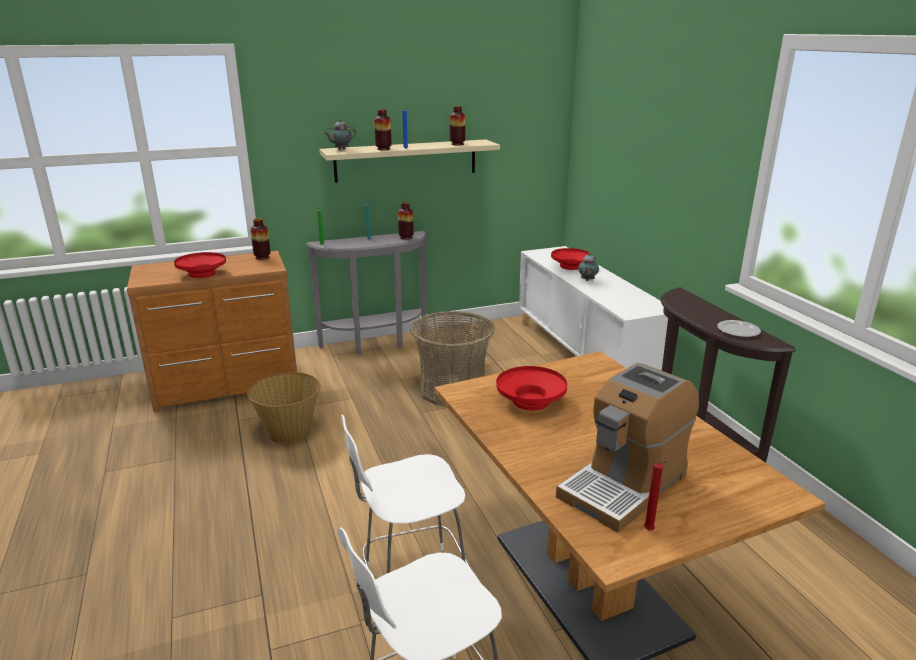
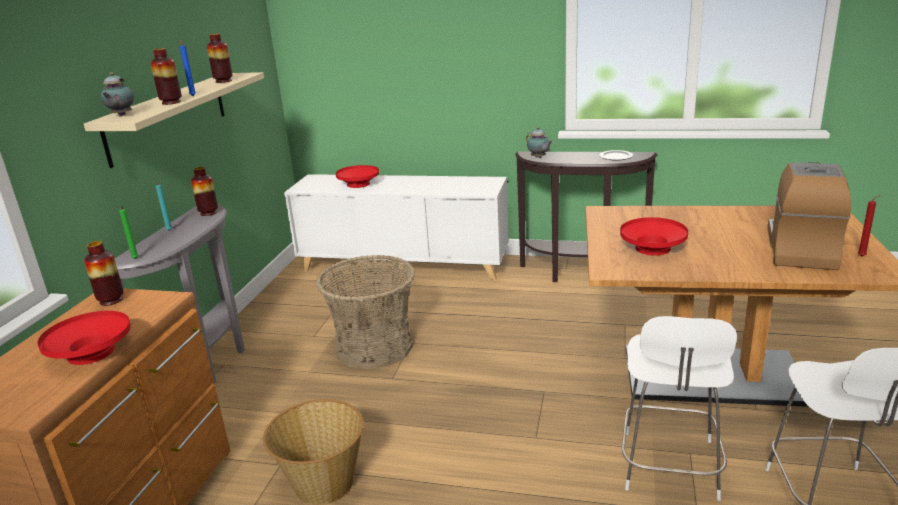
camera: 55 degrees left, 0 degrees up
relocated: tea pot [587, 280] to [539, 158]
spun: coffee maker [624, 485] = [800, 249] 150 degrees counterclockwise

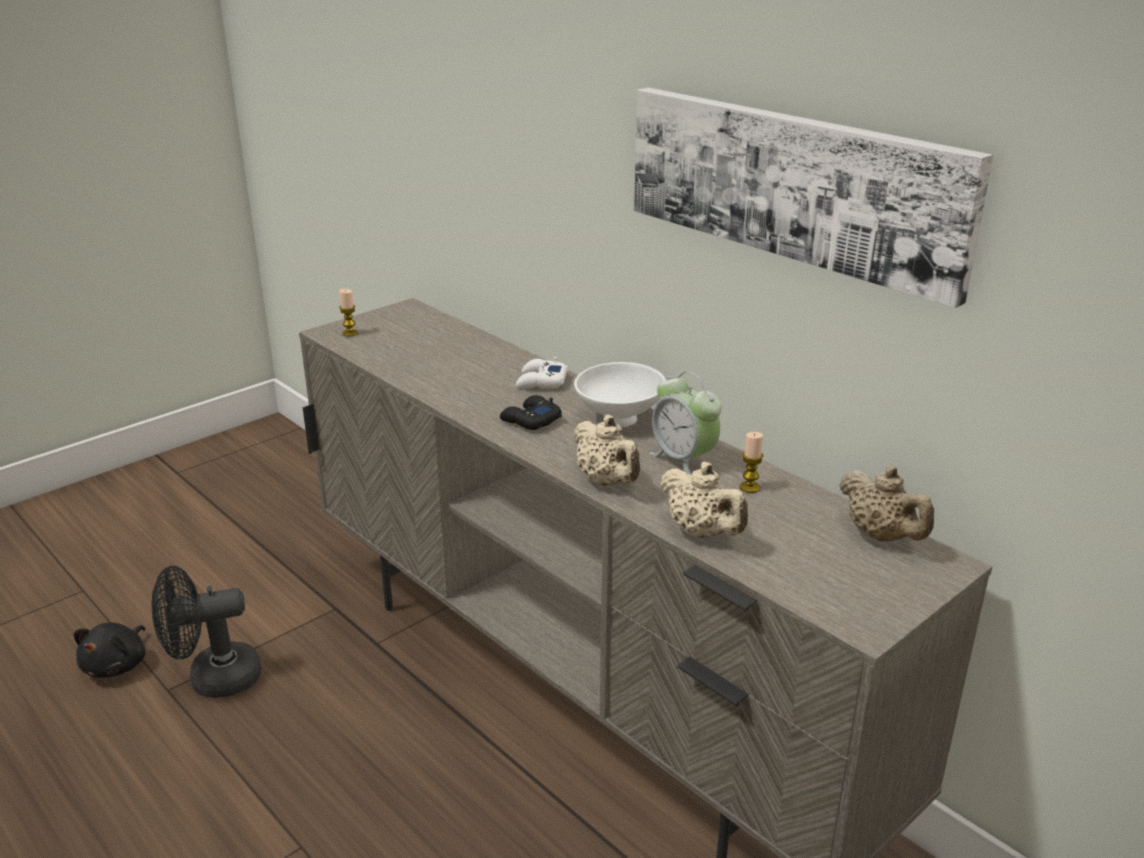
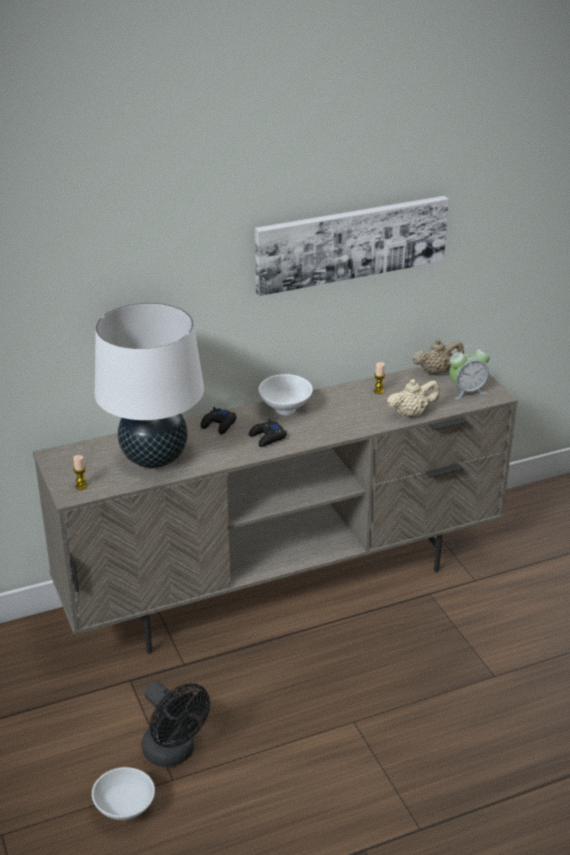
camera: 70 degrees left, 5 degrees up
missing: beige-coloured tea pot [607, 481]
appeared: whitish table lamp [154, 458]
relocated: table clock [683, 460] to [467, 391]
exchanged: black-coloured cuddly toy [117, 665] to whitish serving bowl [125, 809]
colour: whitish gamepad [541, 382] to black-coloured gamepad [219, 425]
spun: black-coloured electric fan [213, 679] = [174, 753] 45 degrees counterclockwise

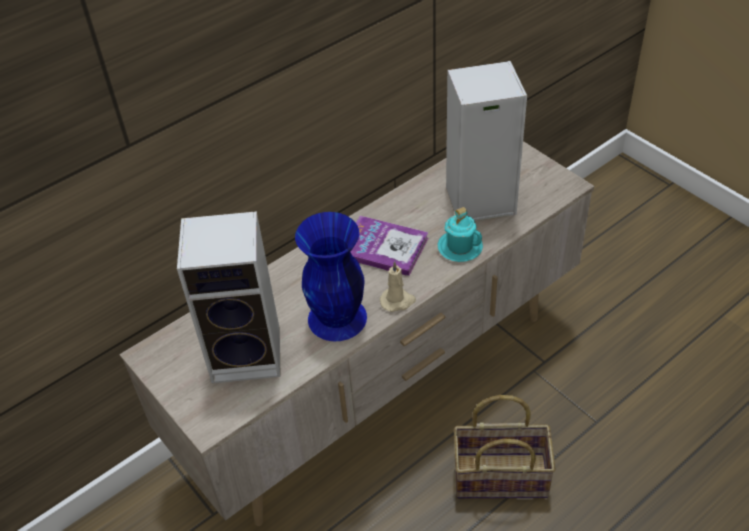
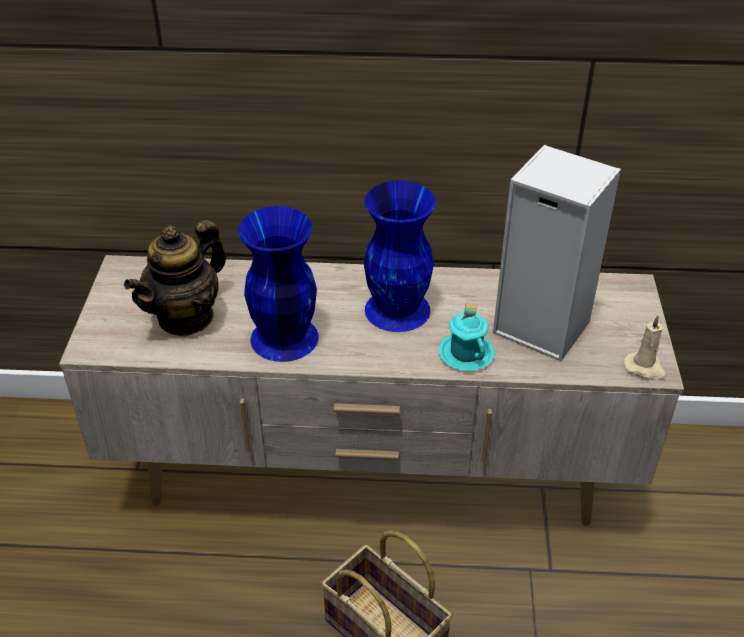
camera: 40 degrees right, 5 degrees down
relocated: beige-coloured wax candle [398, 301] to [645, 368]
exchanged: speaker [249, 353] to tea pot [186, 317]; book [384, 247] to blue-coloured vase [398, 309]

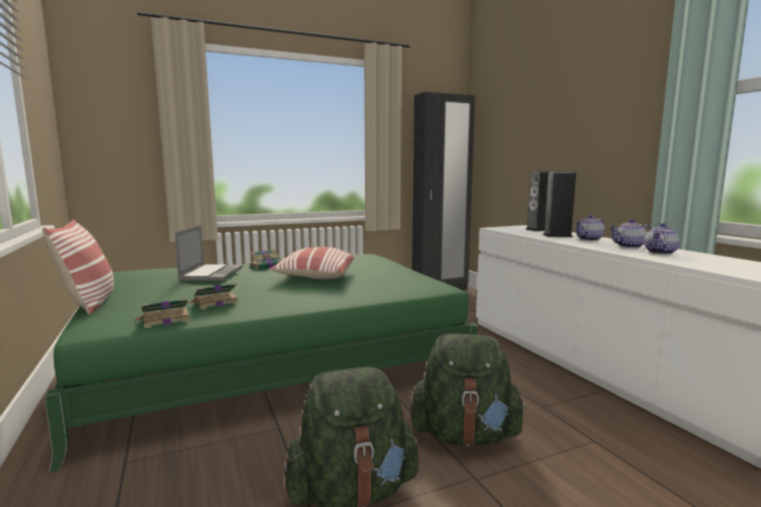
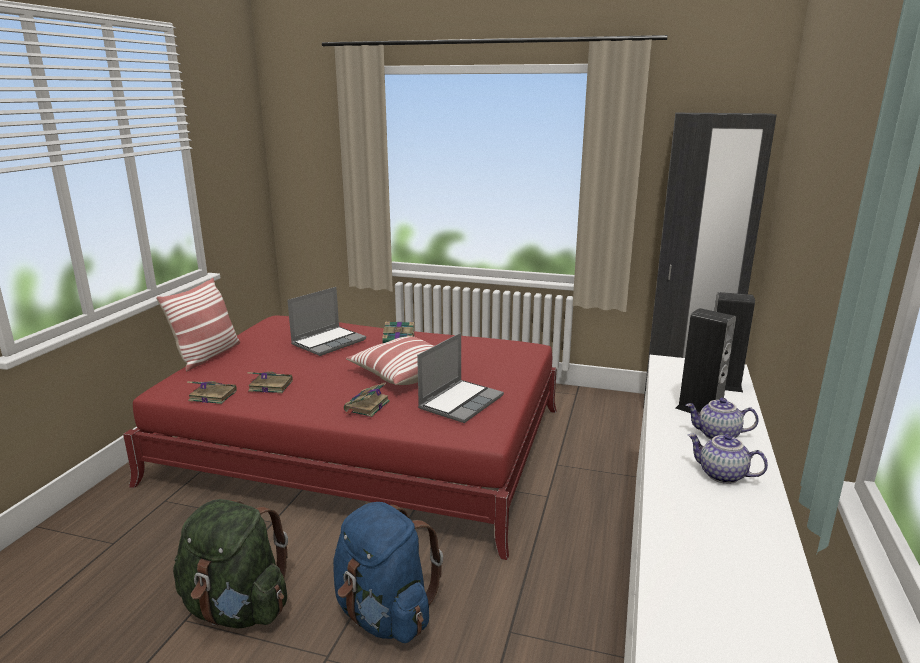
camera: 40 degrees right, 10 degrees up
missing: tea pot [661, 253]
appeared: book [366, 406]; notebook computer [460, 402]
colour: green-coloured sleeping bed [274, 358] to reddish sleeping bed [365, 445]; green-coloured rucksack [465, 436] to blue-coloured rucksack [384, 614]

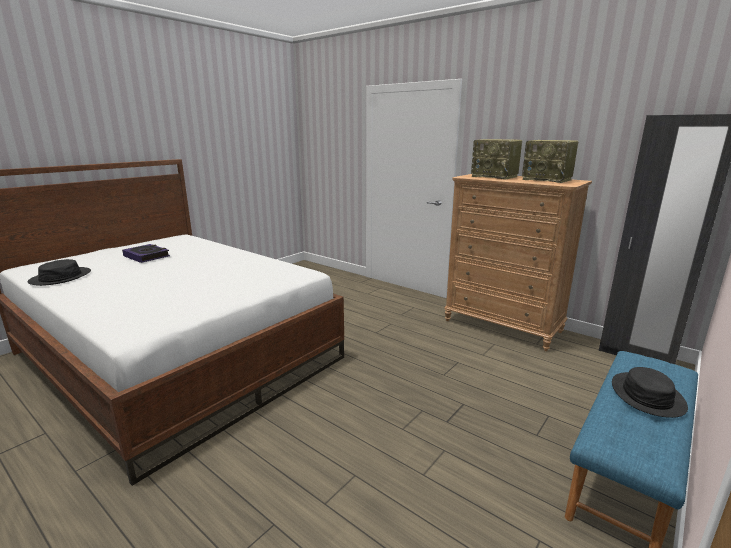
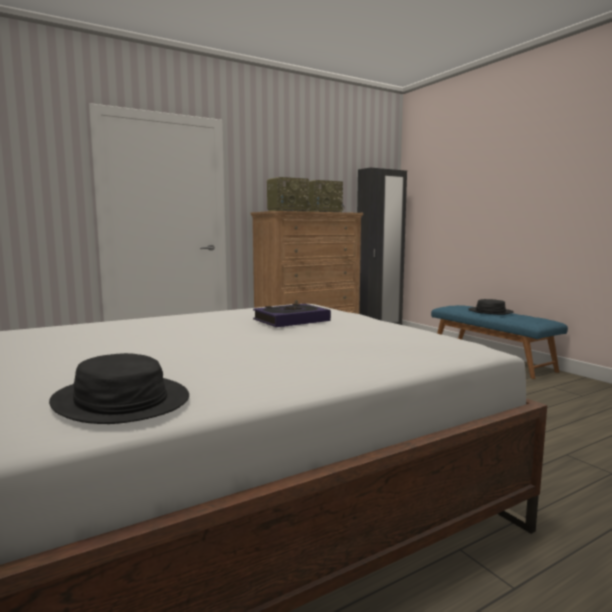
camera: 70 degrees left, 10 degrees down
relocated: book [146, 256] to [291, 320]

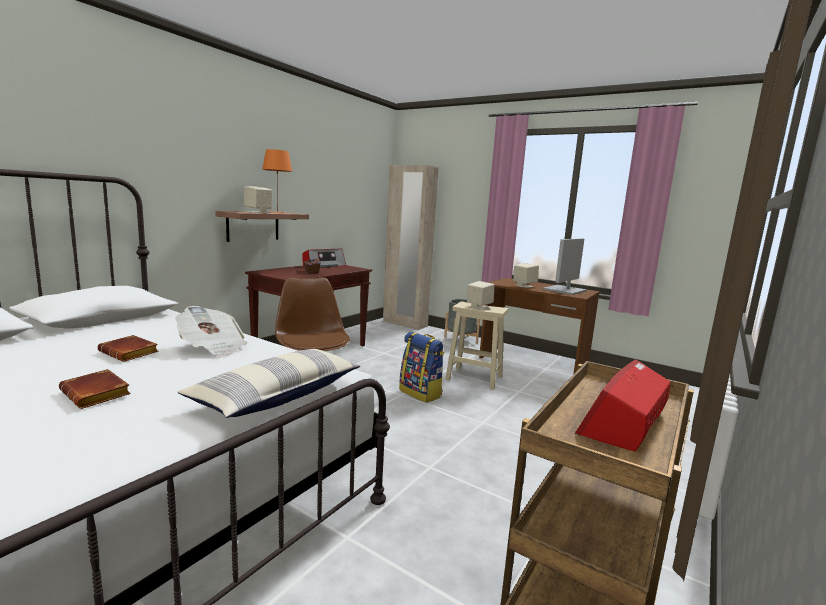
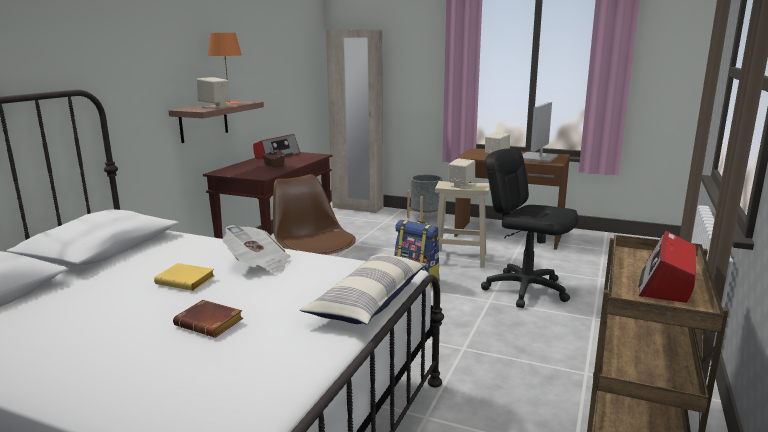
camera: 10 degrees left, 5 degrees up
appeared: black-coloured office chair [525, 289]
colour: brownish book [131, 353] to yellow book [187, 281]

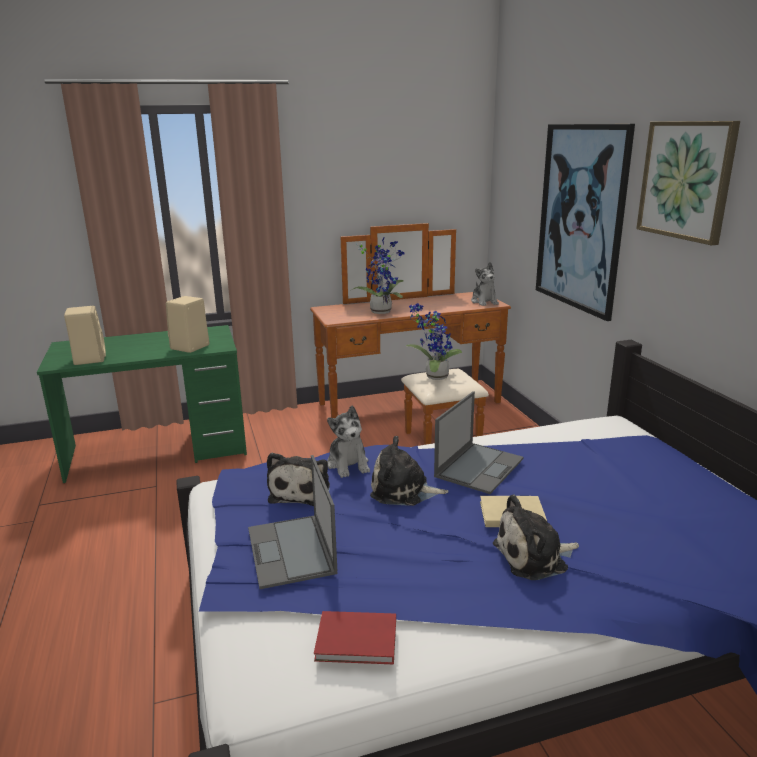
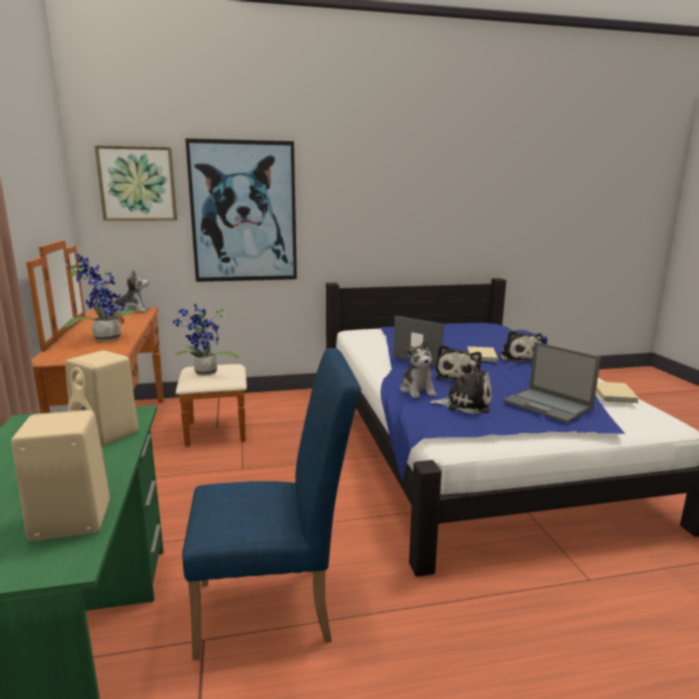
camera: 85 degrees left, 5 degrees down
appeared: blue-coloured upright chair [276, 608]
relocated: wall picture [686, 180] to [137, 184]
colour: reddish book [358, 641] to beige-coloured book [614, 394]
spun: notebook computer [291, 551] = [548, 405] 60 degrees clockwise; cuddly toy [348, 464] = [417, 390] 90 degrees clockwise

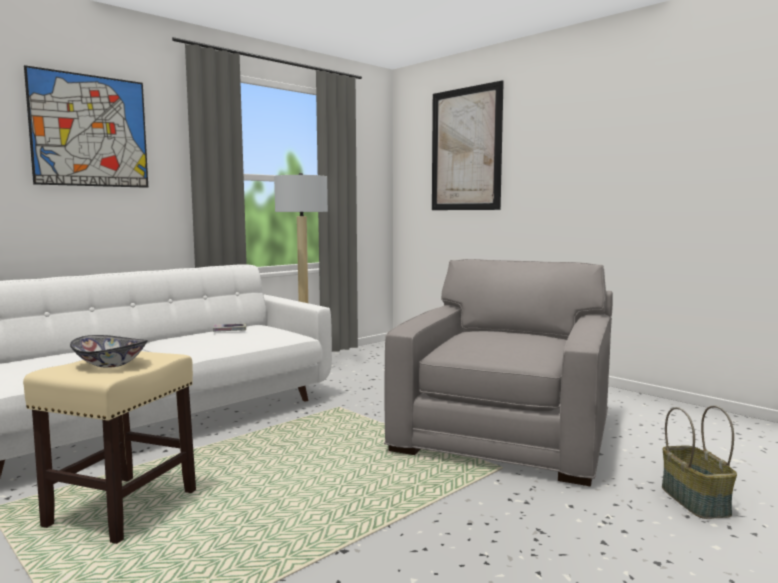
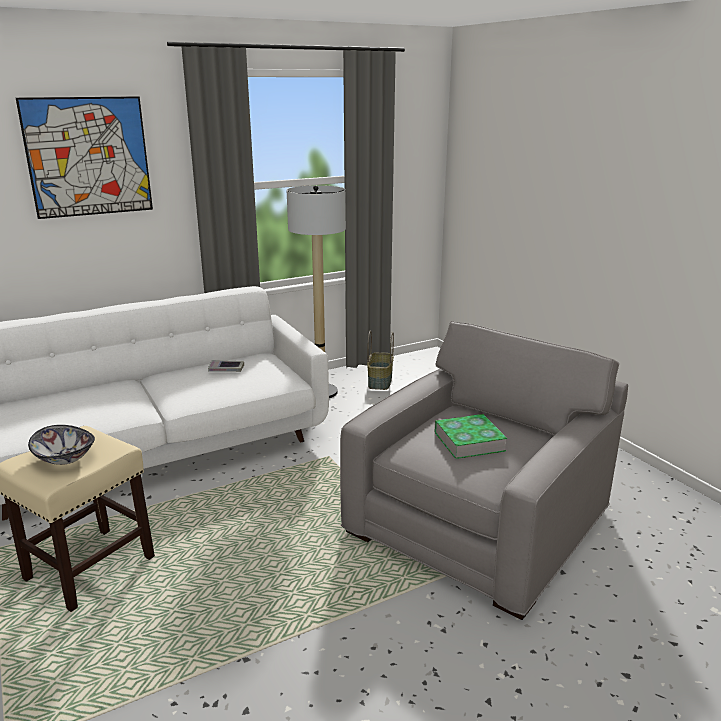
camera: 15 degrees right, 15 degrees up
missing: wall picture [465, 149]
appeared: book [469, 441]
relocated: storage basket [696, 501] to [380, 381]

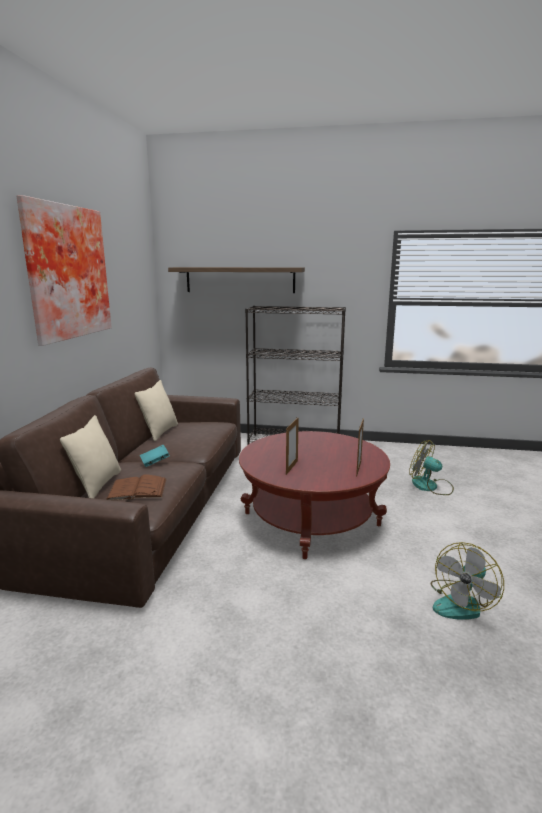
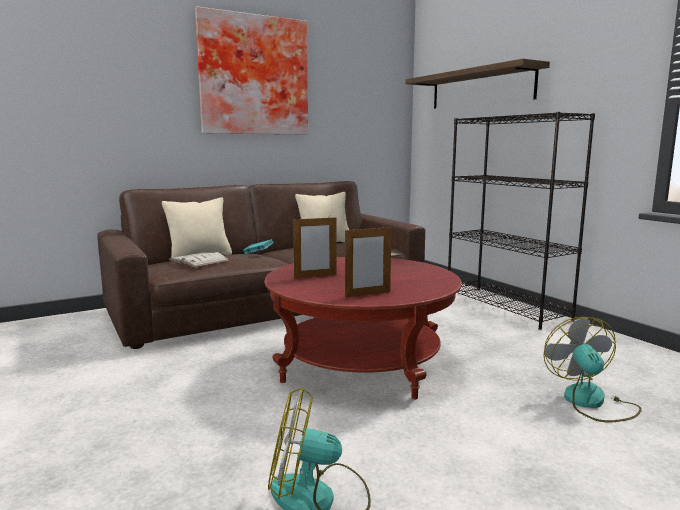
camera: 50 degrees right, 5 degrees down
colour: brownish book [137, 489] to whitish book [198, 260]

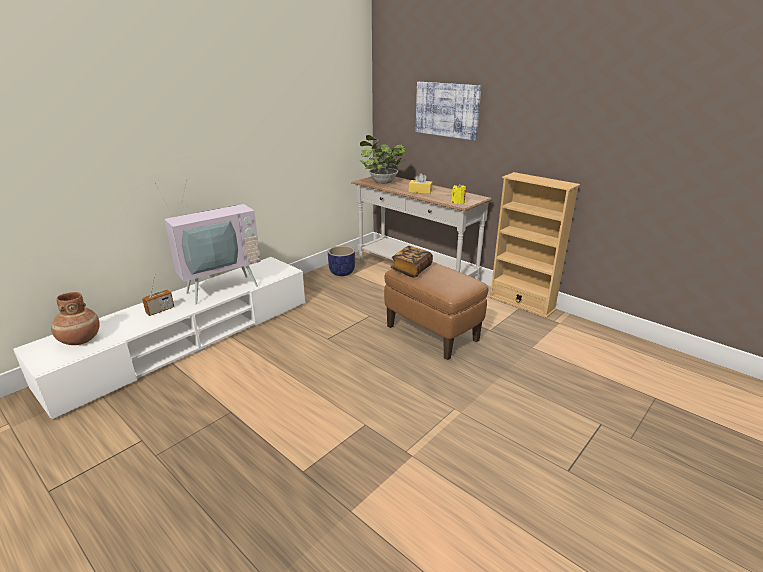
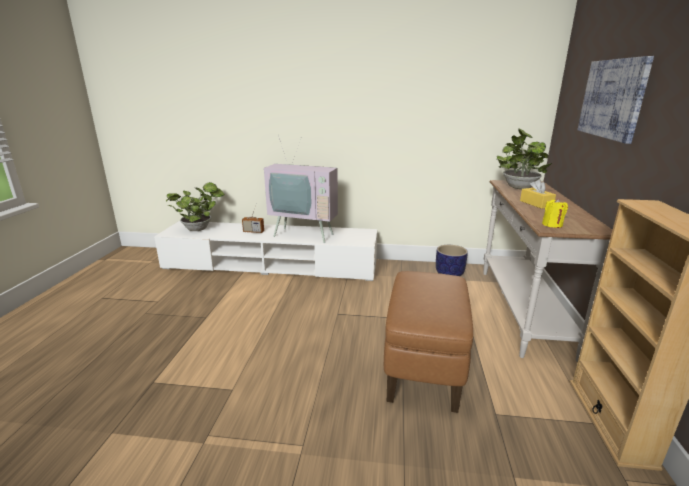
camera: 55 degrees right, 5 degrees down
missing: book [411, 269]
exchanged: brownish vase [80, 340] to potted plant [199, 229]

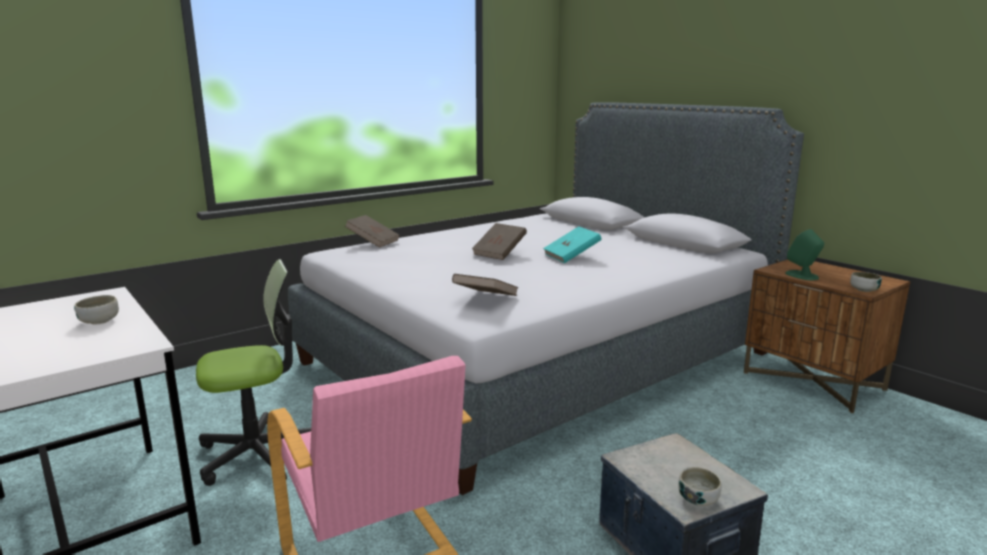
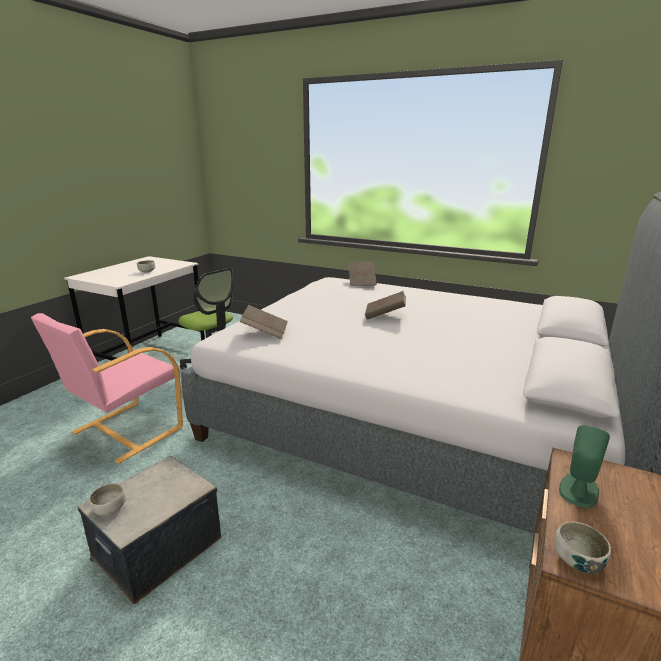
camera: 65 degrees right, 5 degrees up
missing: blue-green book [571, 256]

